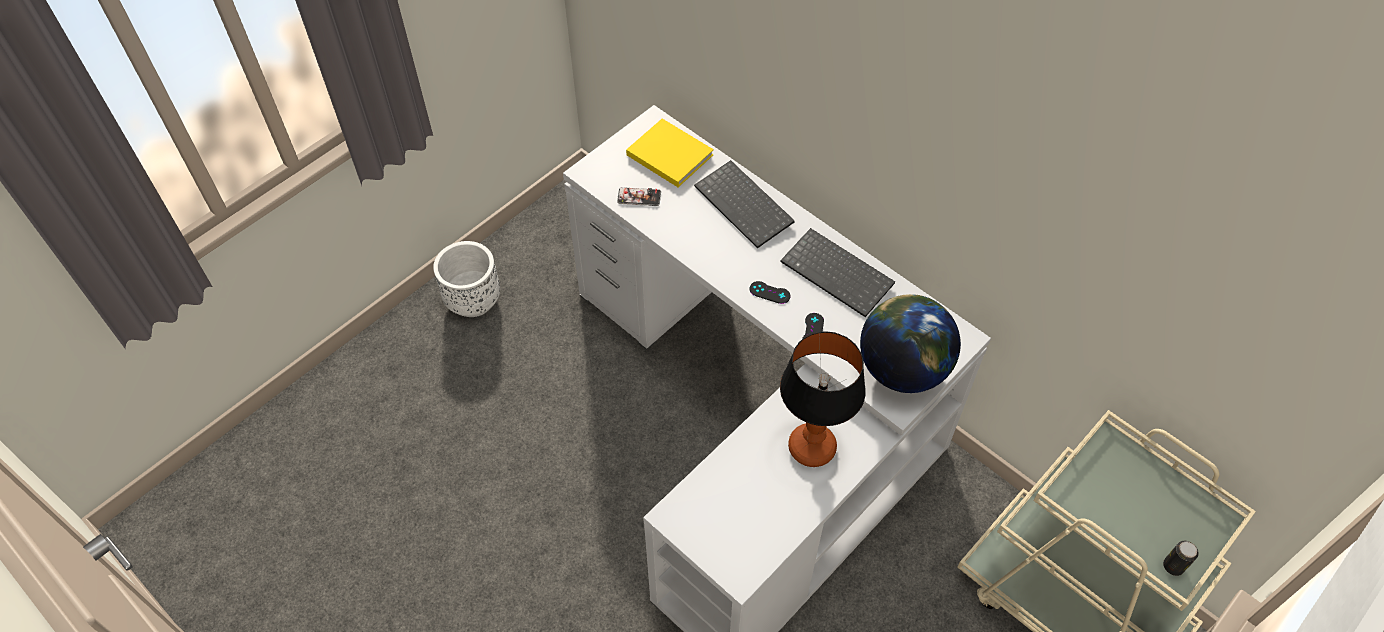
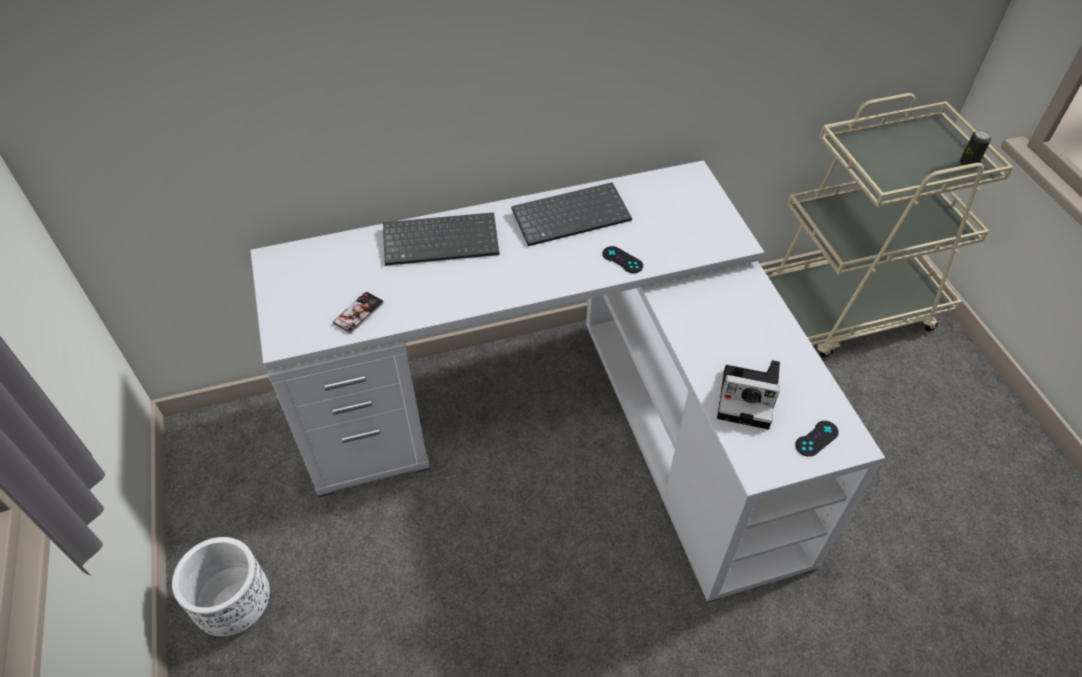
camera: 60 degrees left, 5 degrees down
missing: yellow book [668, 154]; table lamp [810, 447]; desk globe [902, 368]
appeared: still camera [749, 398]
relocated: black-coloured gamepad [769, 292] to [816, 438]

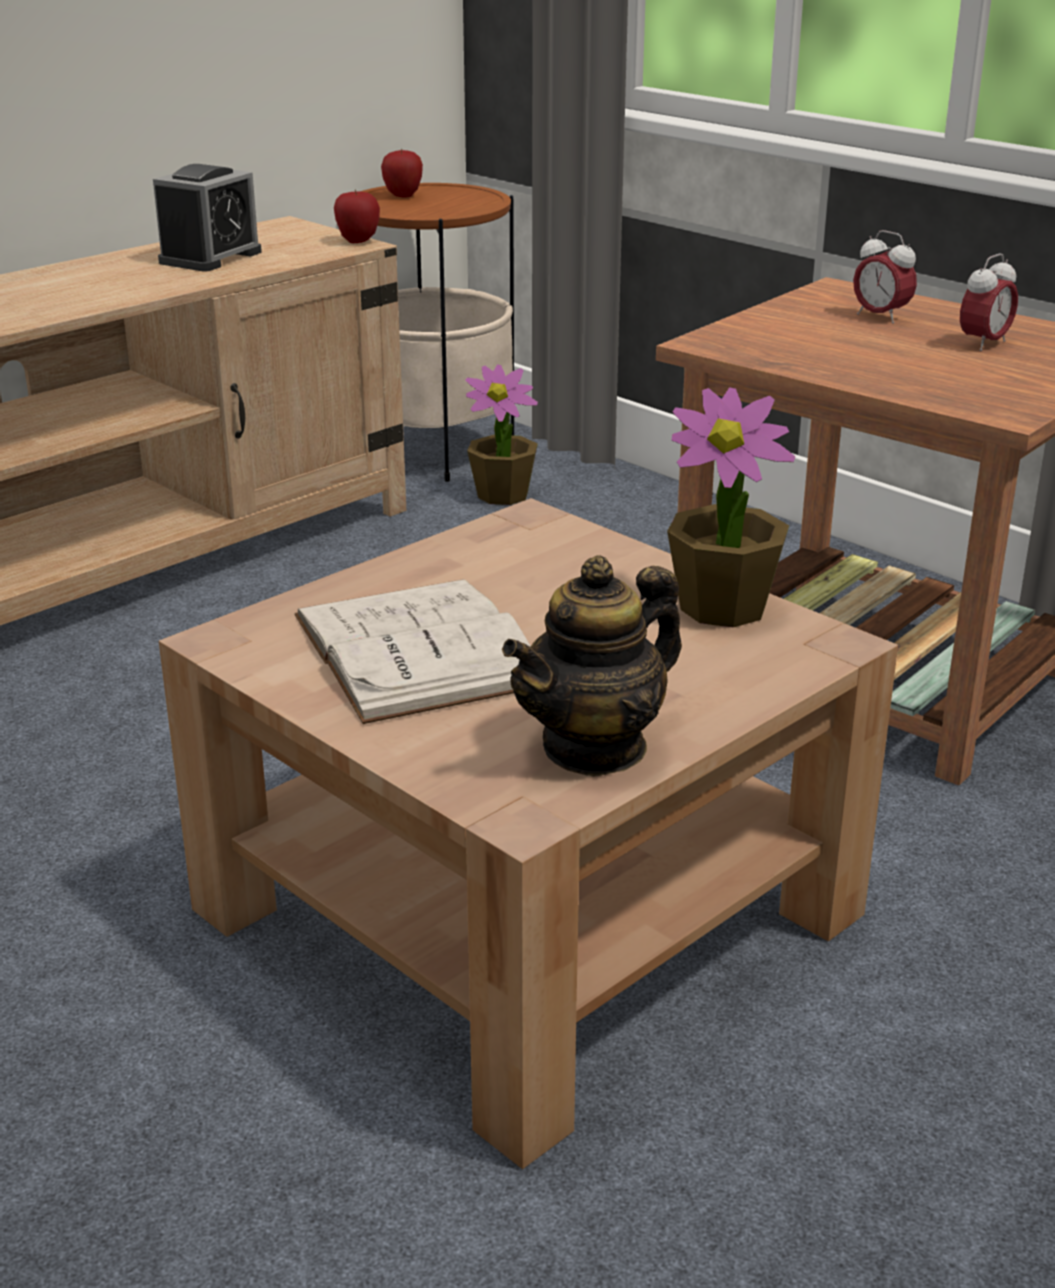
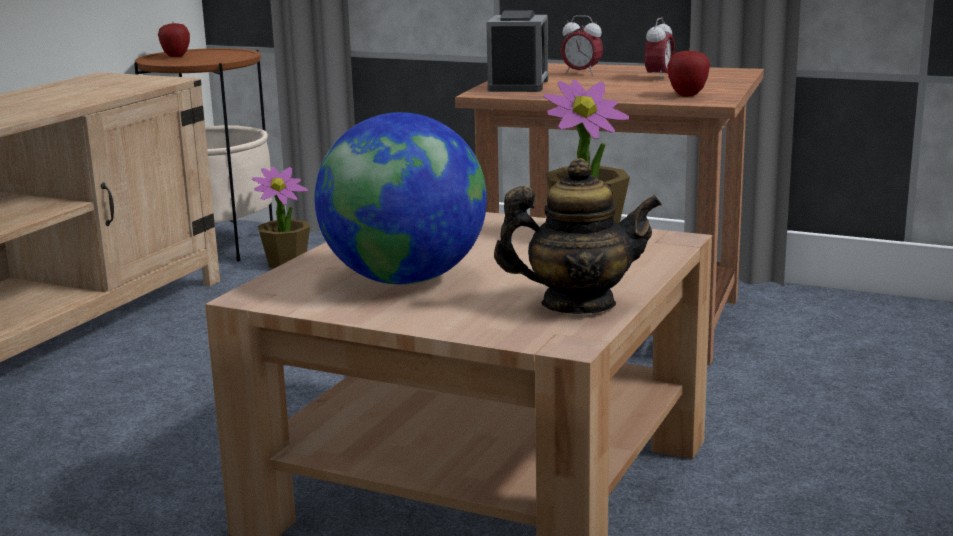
camera: 20 degrees left, 10 degrees down
relocated: table clock [210, 257] to [518, 85]; whole apple [358, 241] to [687, 95]
exchanged: whitish book [417, 649] to desk globe [404, 280]
spun: tea pot [595, 747] = [577, 305] 120 degrees counterclockwise

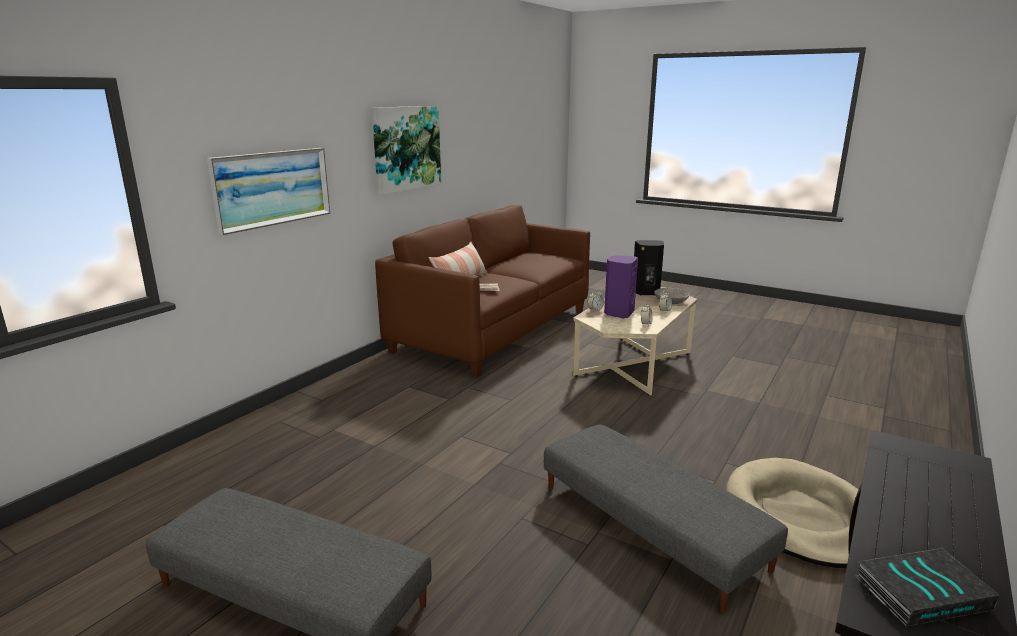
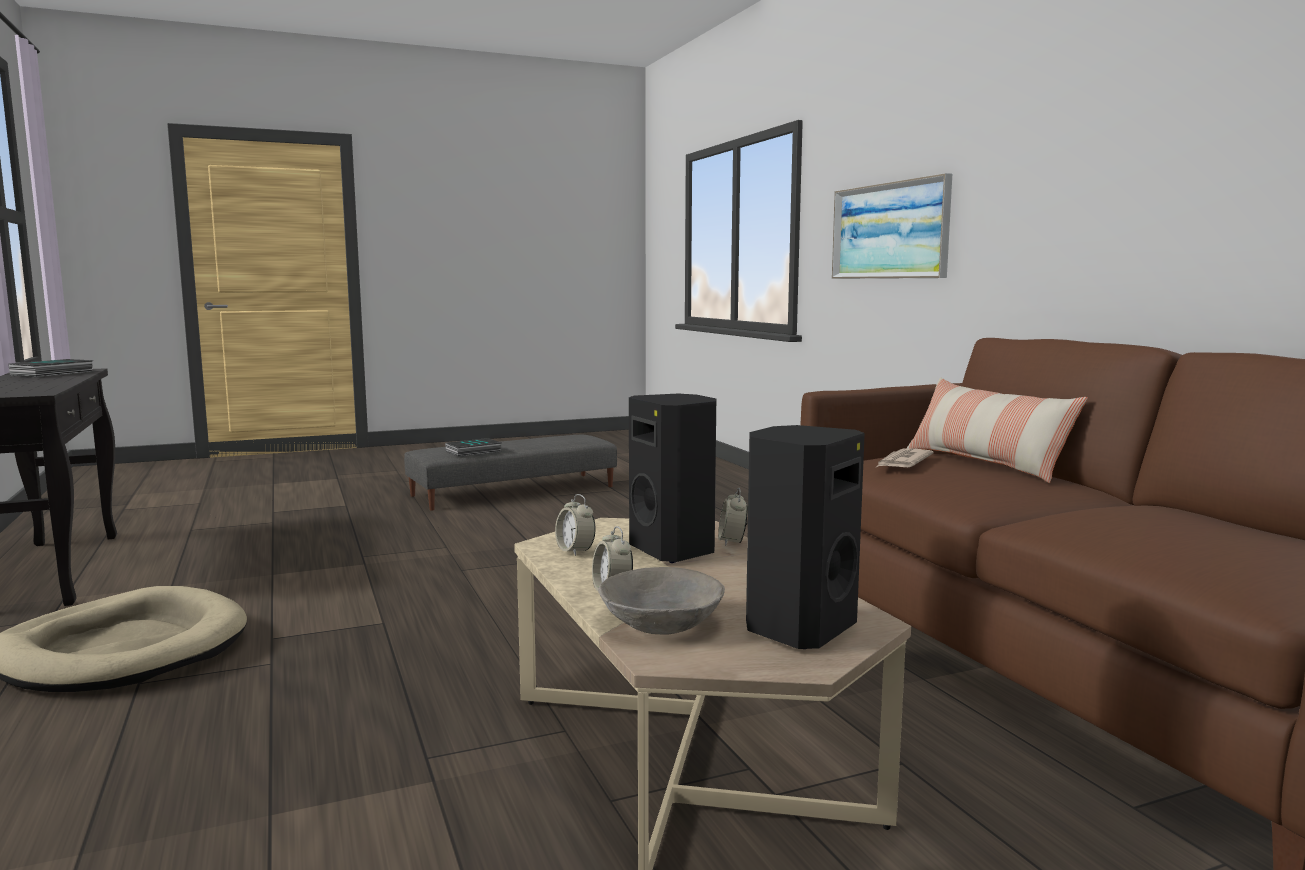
camera: 125 degrees right, 10 degrees down
missing: wall picture [406, 148]; greyish pouffe [649, 526]
appeared: book [473, 452]
colour: purple speaker [618, 313] to black-coloured speaker [675, 551]

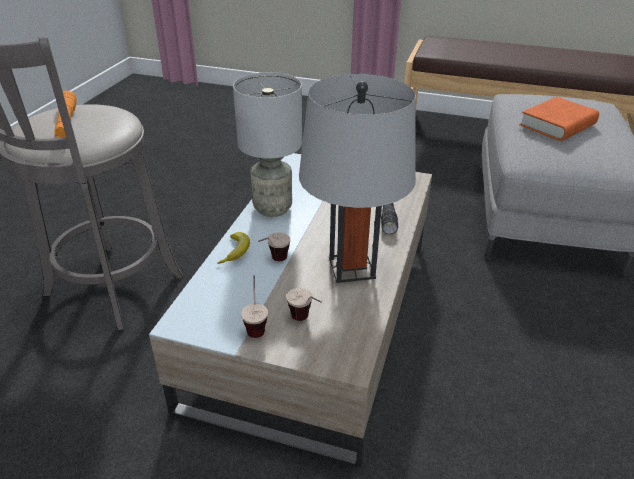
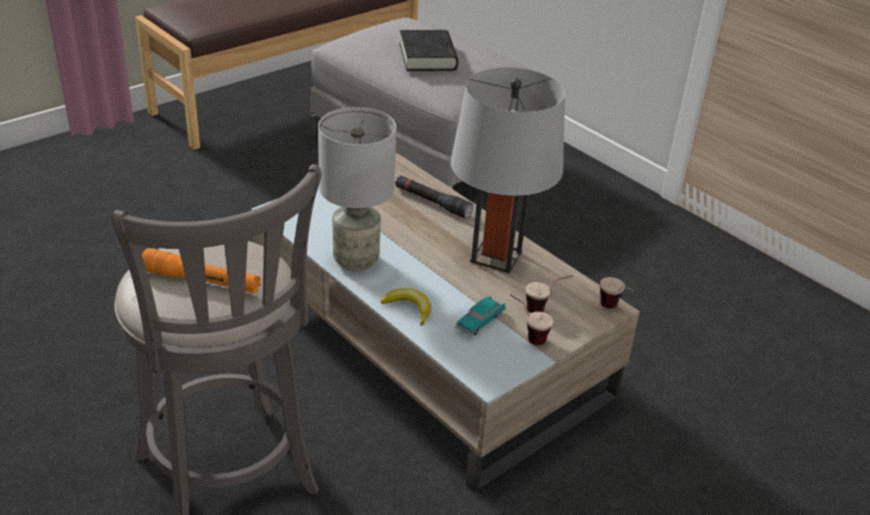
camera: 60 degrees left, 0 degrees up
appeared: model car [480, 321]
relocated: drinking cup [273, 262] to [613, 310]
colour: orange book [557, 125] to black-coloured book [427, 57]

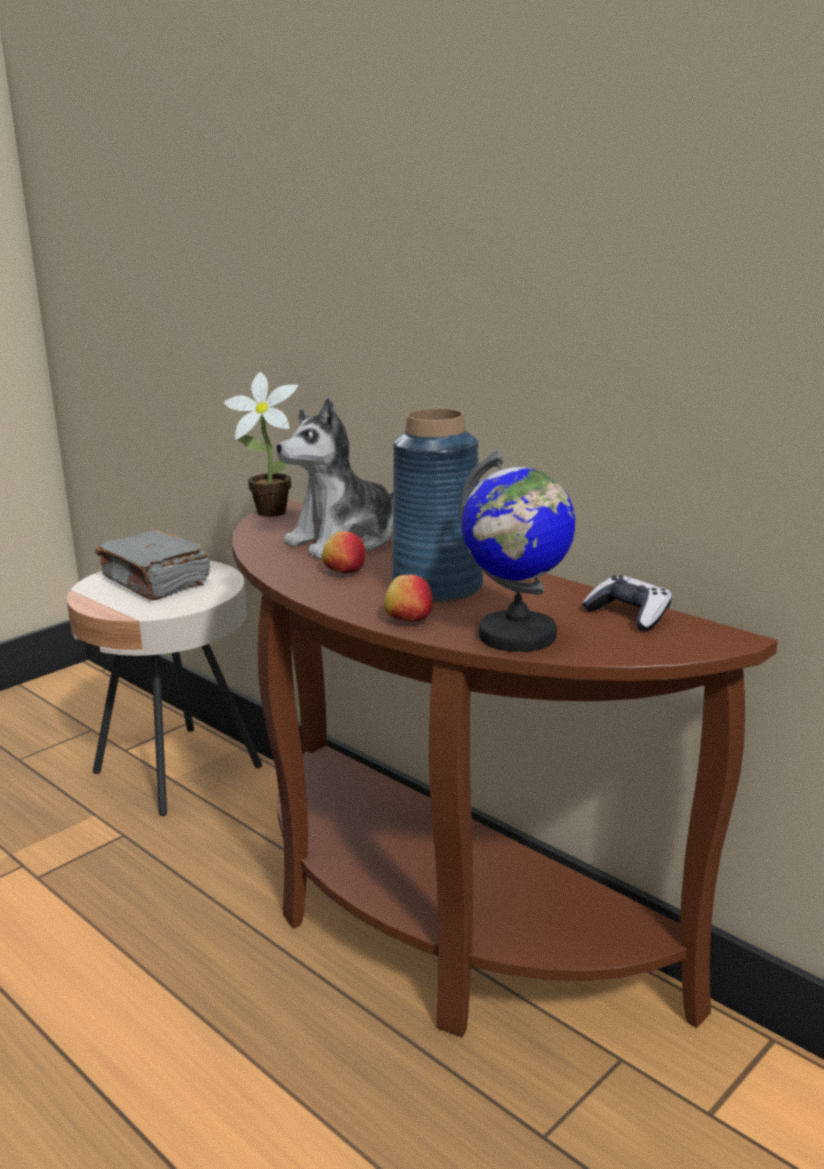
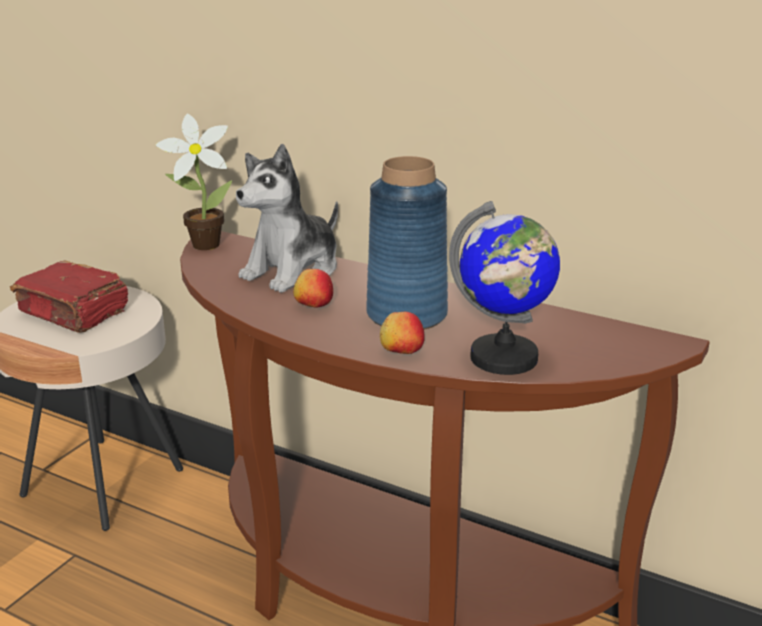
camera: 15 degrees left, 5 degrees up
missing: gamepad [629, 615]
colour: greyish book [155, 582] to reddish book [74, 313]

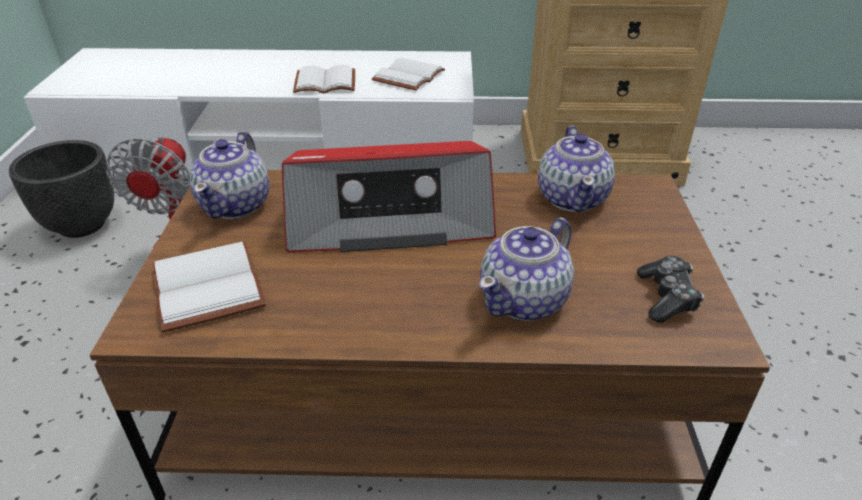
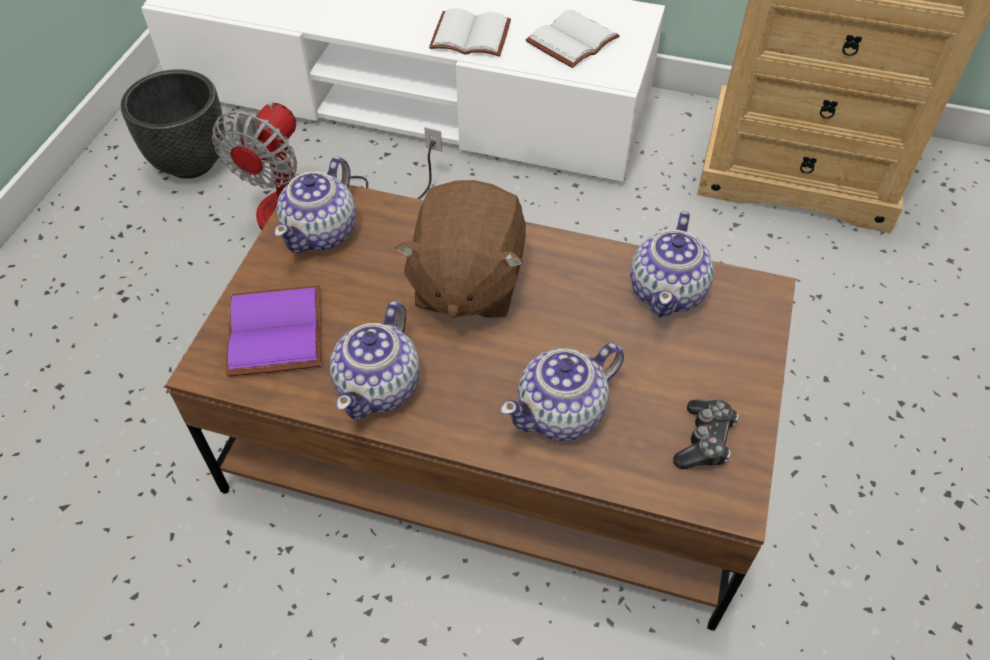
camera: 15 degrees right, 15 degrees up
appeared: tea pot [380, 386]
exchanged: radio [389, 219] to brownish cuddly toy [466, 282]
colour: whitish book [212, 287] to purple book [279, 333]

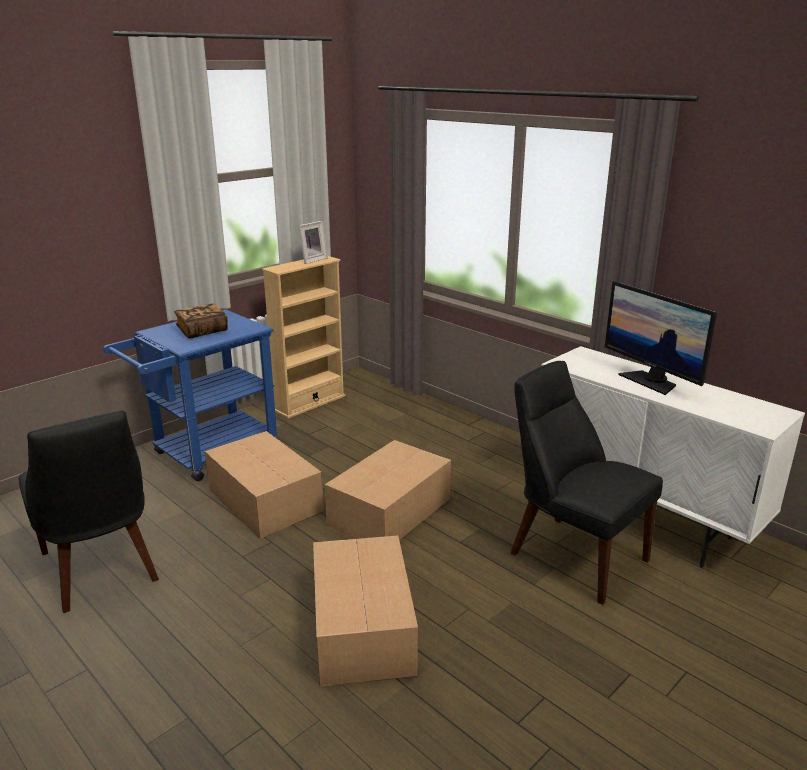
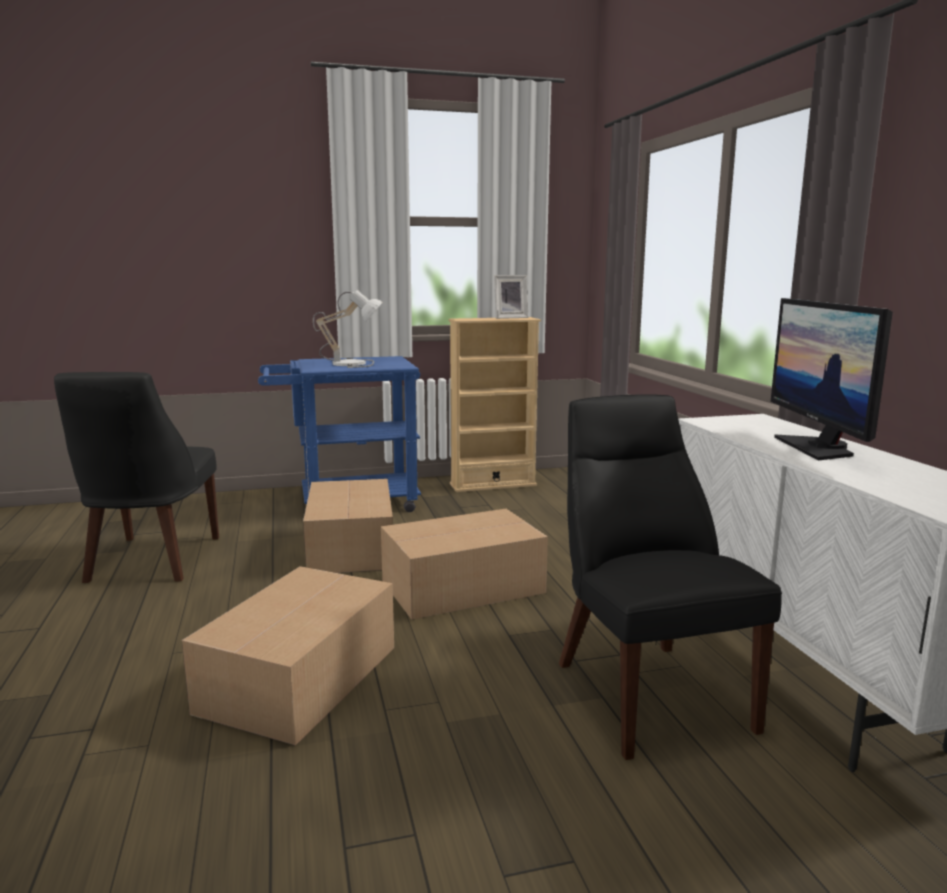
camera: 30 degrees right, 10 degrees down
exchanged: book [202, 331] to table lamp [351, 363]

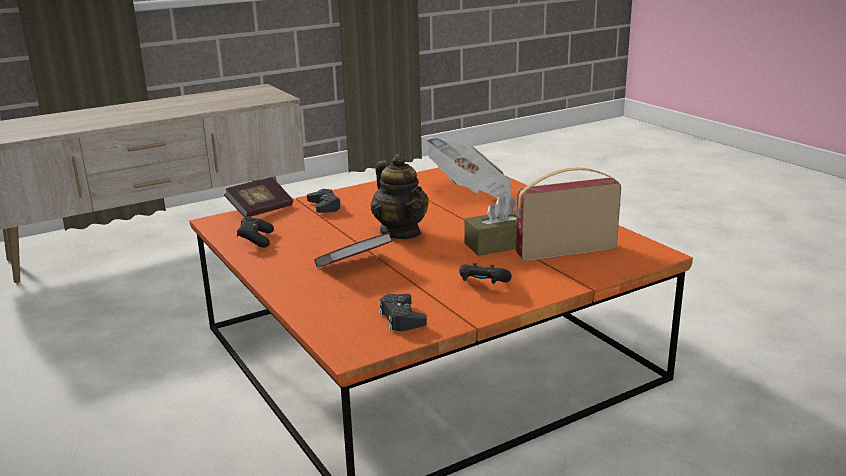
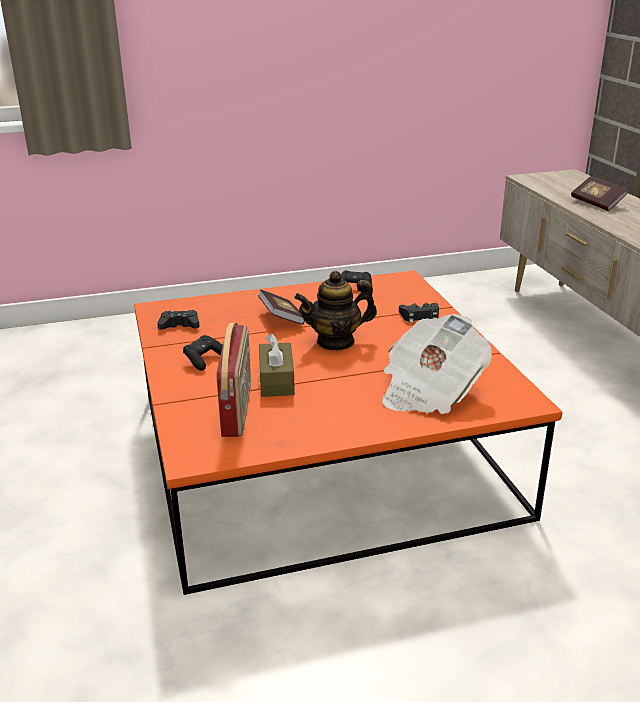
camera: 105 degrees right, 5 degrees up
relocated: book [260, 210] to [597, 203]

